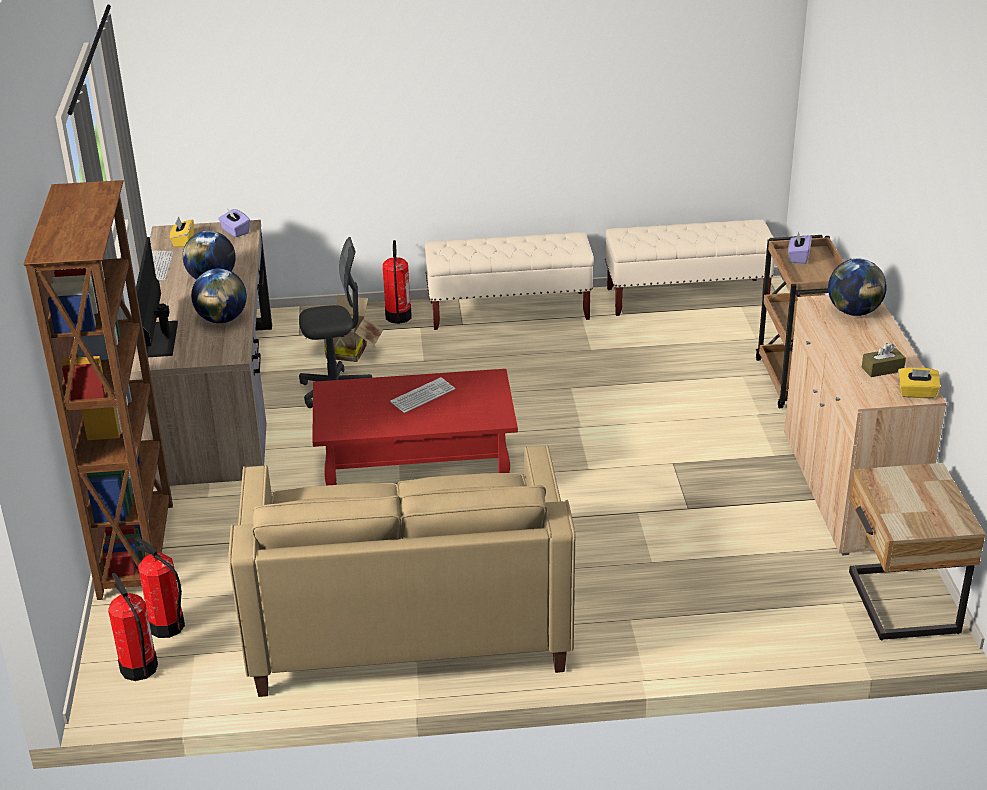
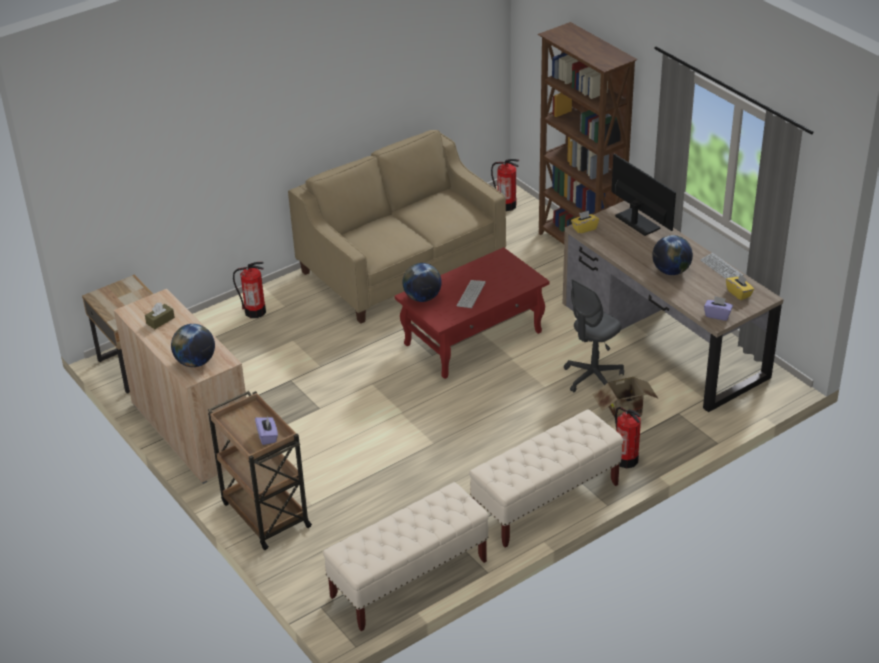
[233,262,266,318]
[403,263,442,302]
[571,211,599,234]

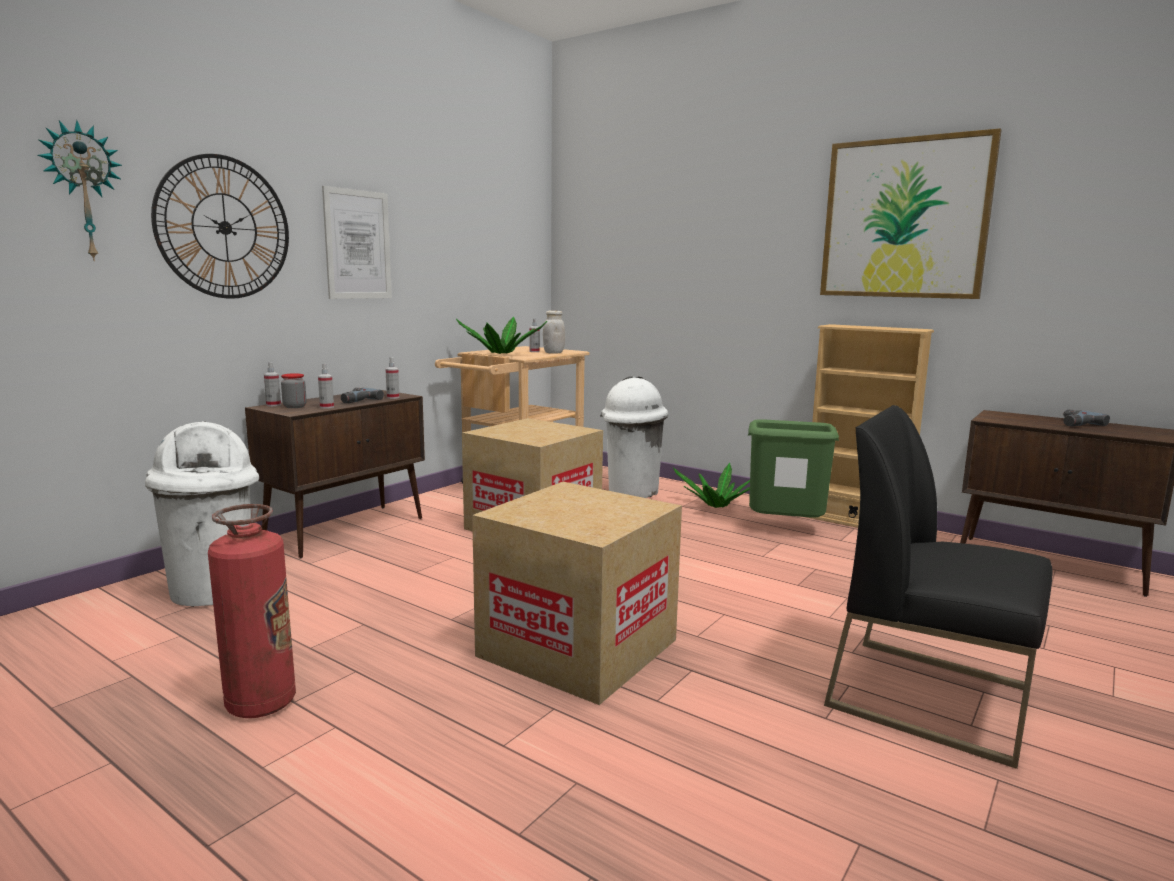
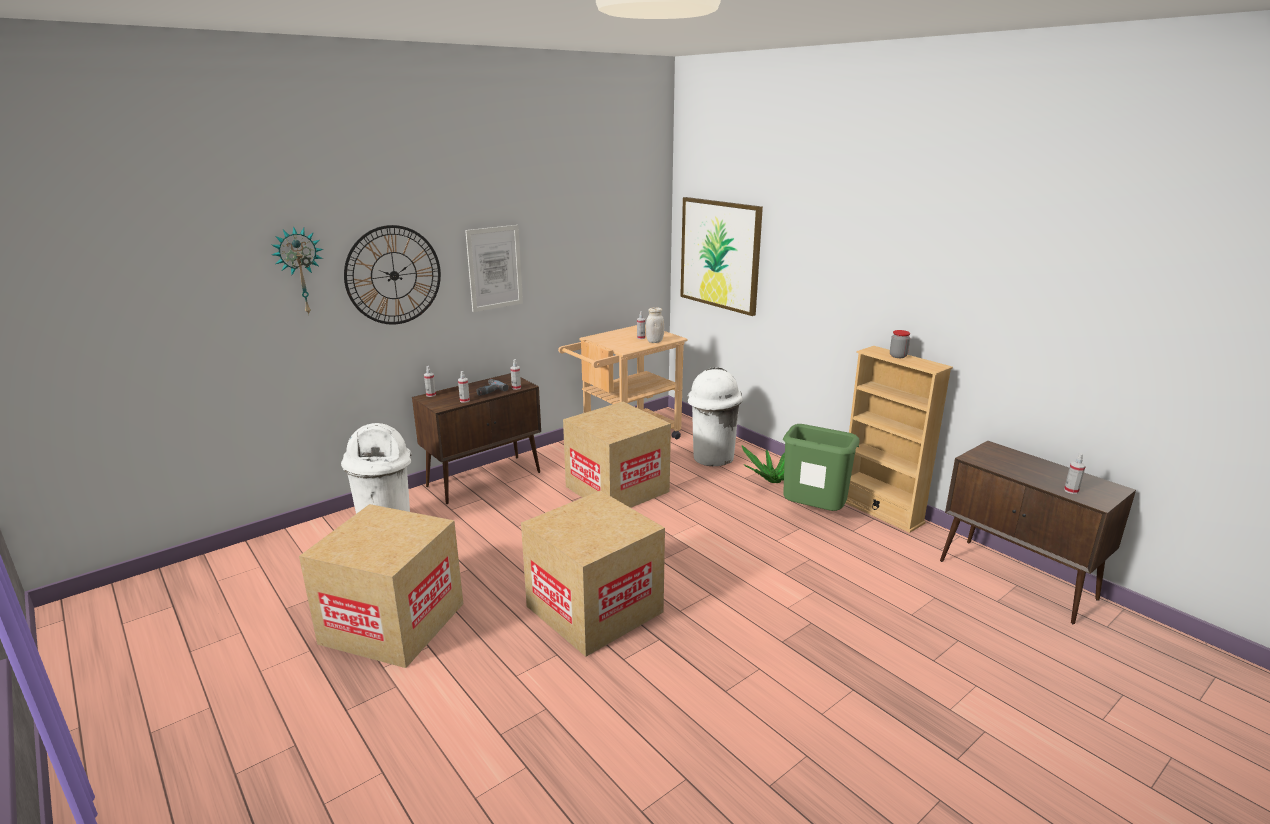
[299,504,463,668]
[890,330,910,358]
[456,317,547,354] (first image)
[680,197,763,316]
[824,405,1053,769] (first image)
[1063,409,1110,427] (first image)
[1064,453,1086,494]

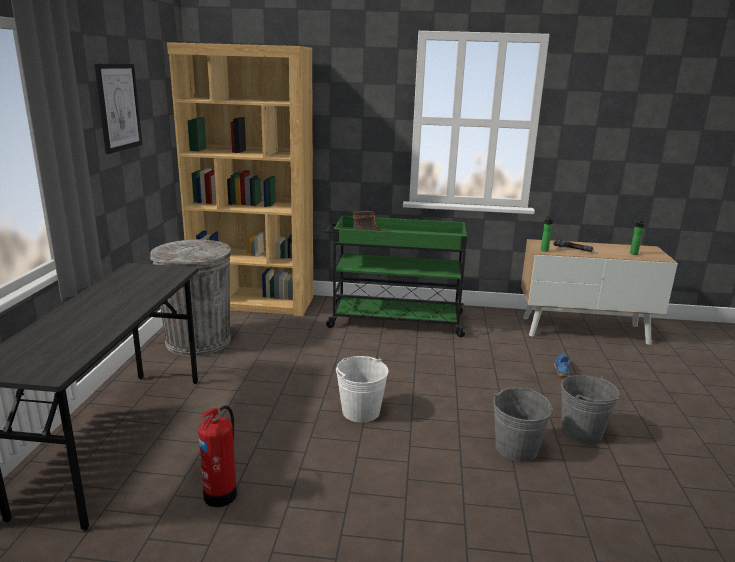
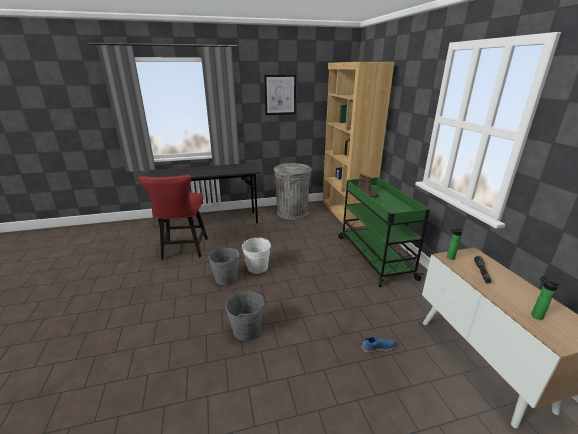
[138,175,208,260]
[208,248,239,285]

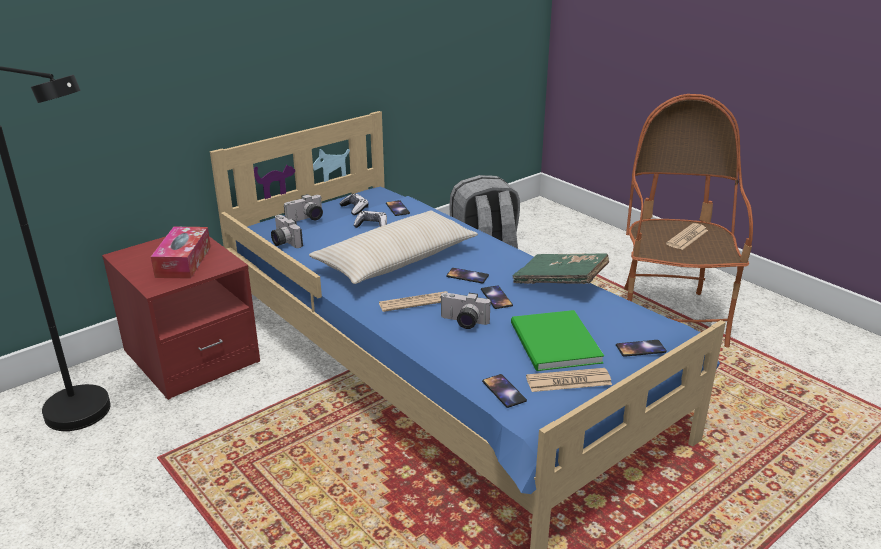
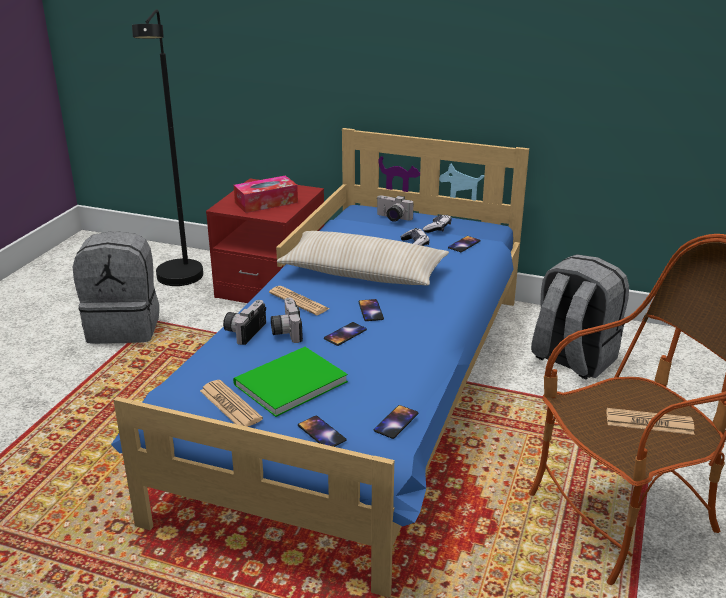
[223,300,266,345]
[374,405,418,439]
[512,253,609,284] (first image)
[73,231,159,344]

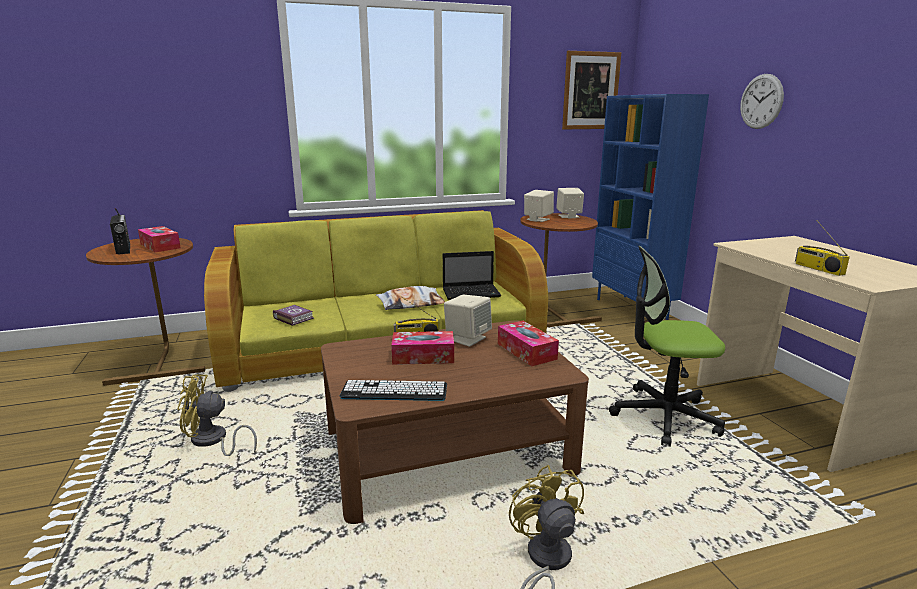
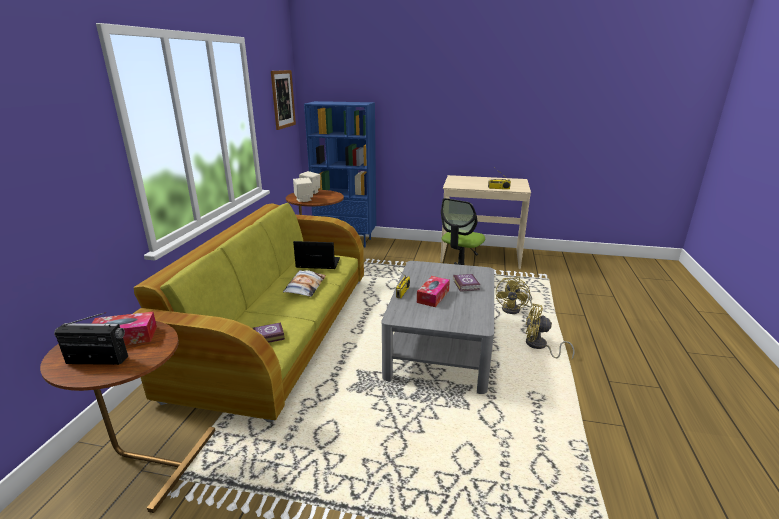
[496,276,532,314]
[381,261,494,394]
[340,380,447,401] (first image)
[293,241,340,269]
[444,295,492,347] (first image)
[498,321,559,366] (first image)
[740,74,784,129] (first image)
[453,274,480,292]

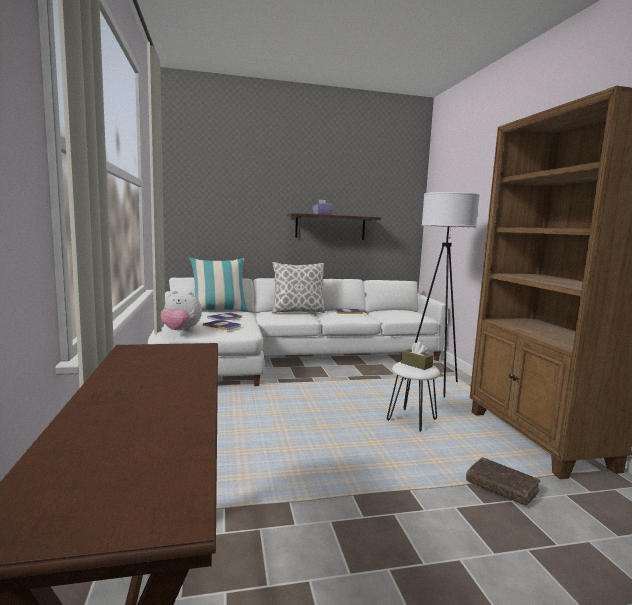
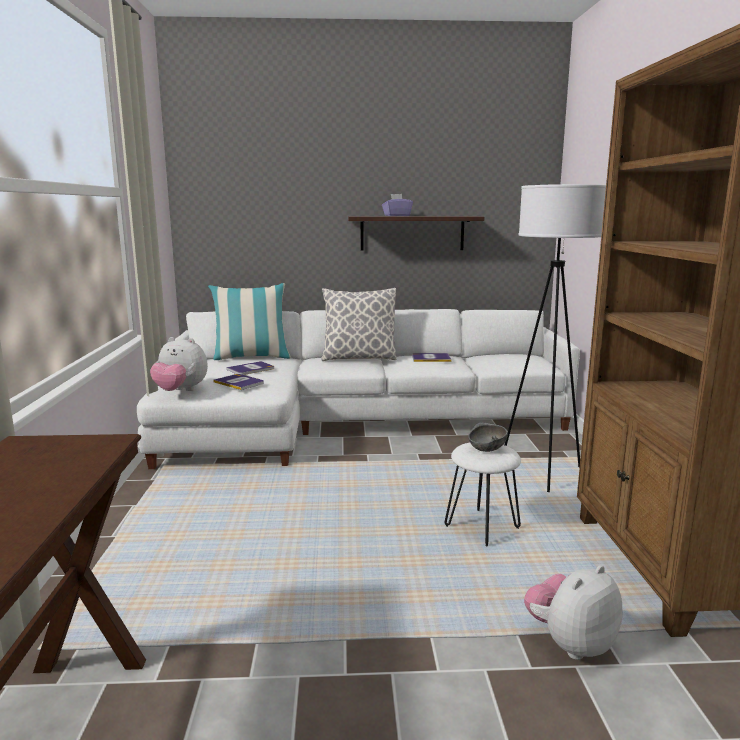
[468,422,508,452]
[524,565,622,660]

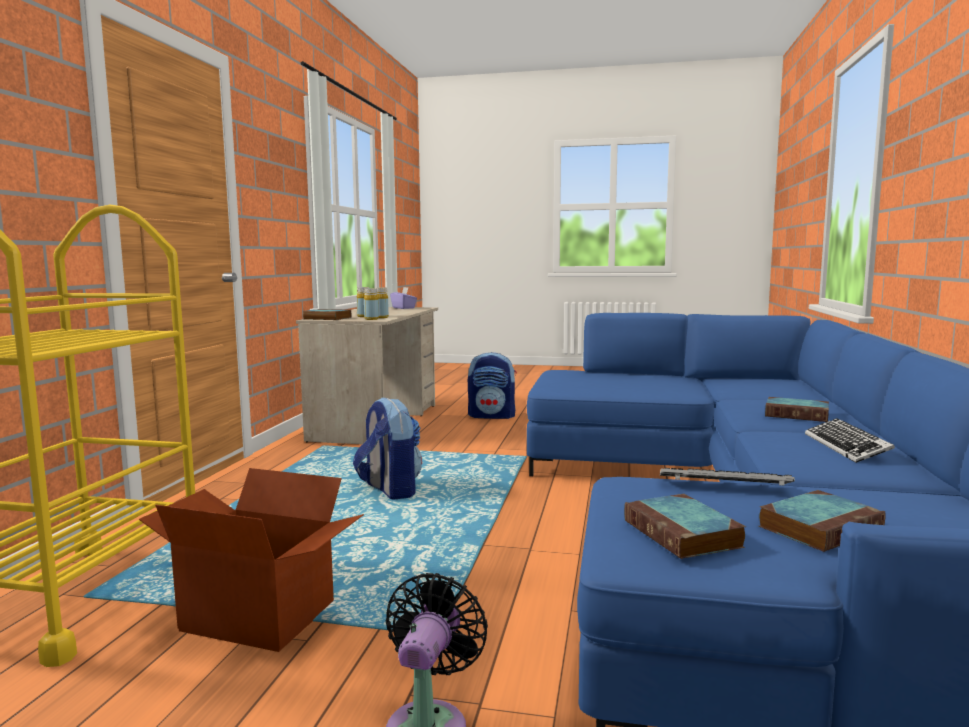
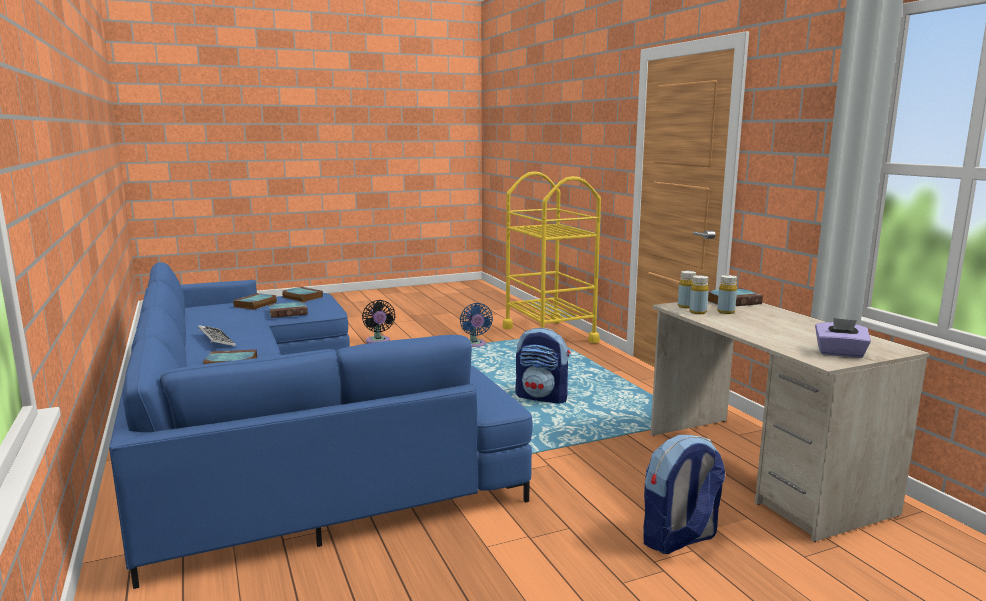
[460,303,493,347]
[269,301,308,318]

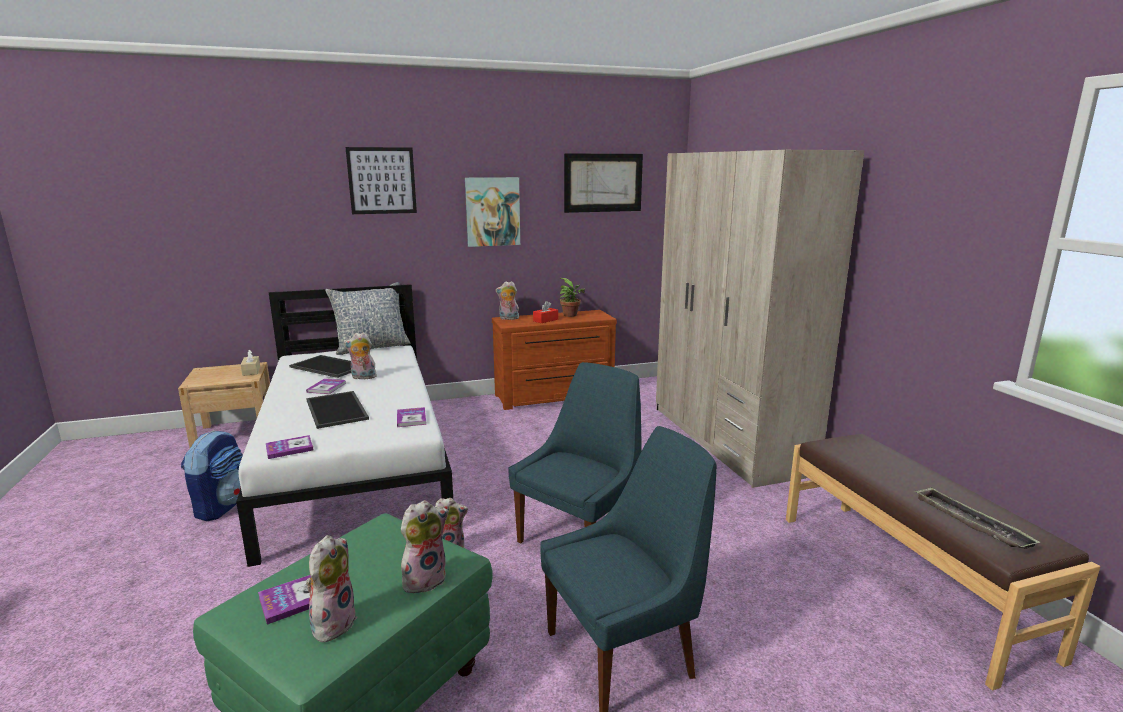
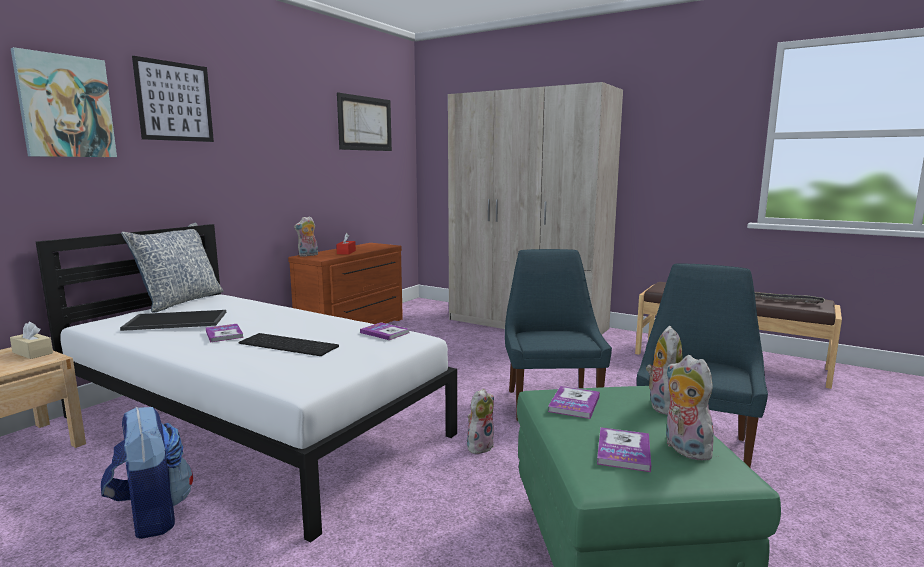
[548,386,600,419]
[239,333,339,356]
[344,332,377,379] (first image)
[11,47,117,157]
[559,278,585,317] (first image)

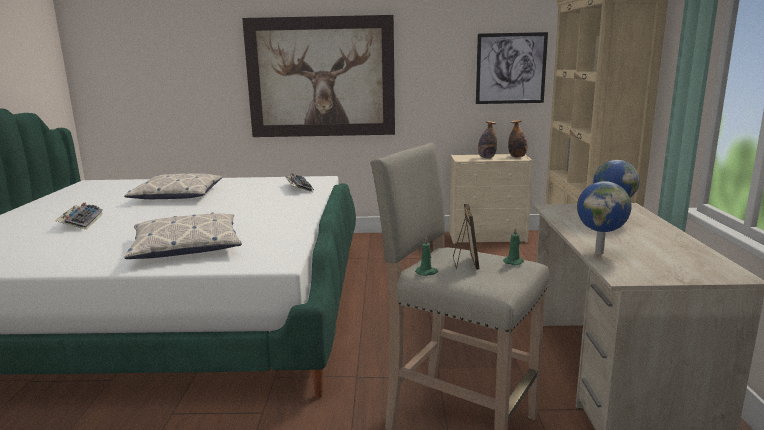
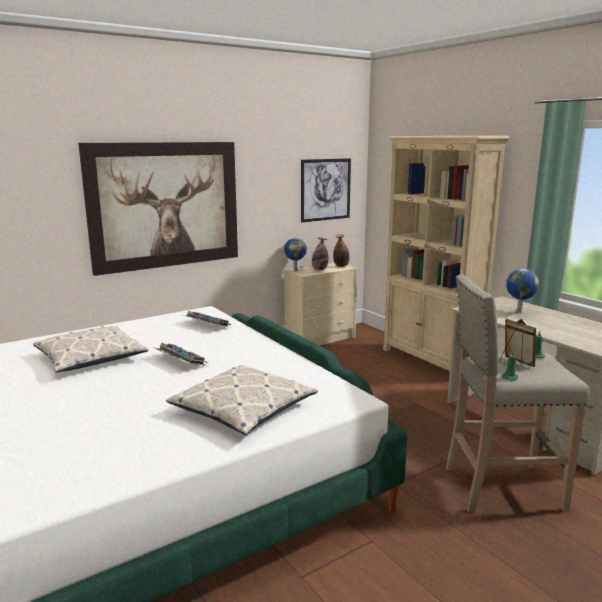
[152,343,209,366]
[284,238,307,271]

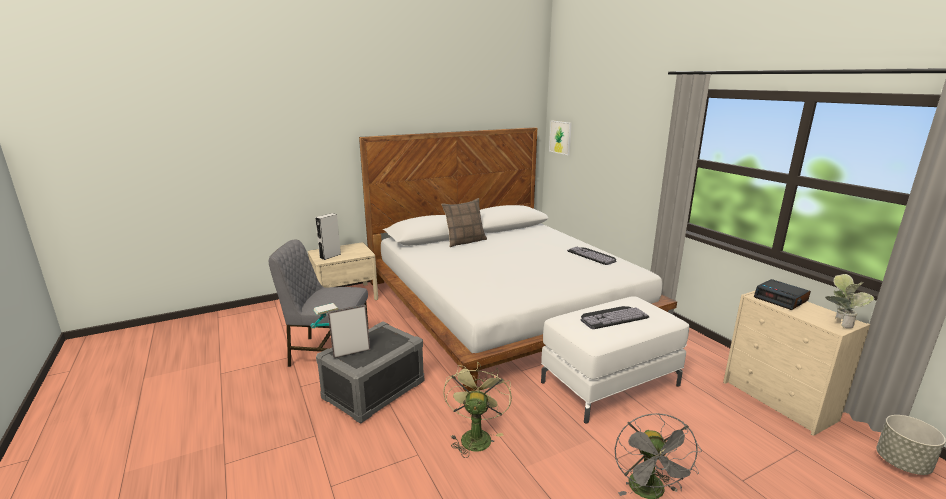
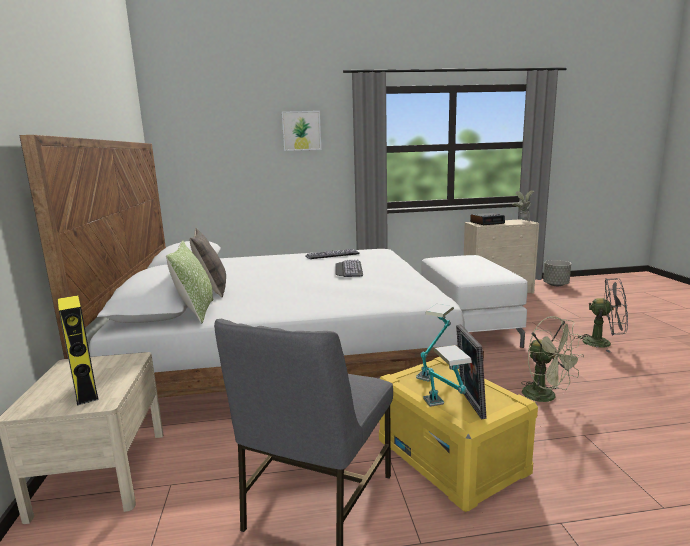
[58,295,99,405]
[379,357,538,512]
[521,316,584,402]
[282,111,321,151]
[335,259,363,277]
[166,241,213,324]
[416,304,454,382]

